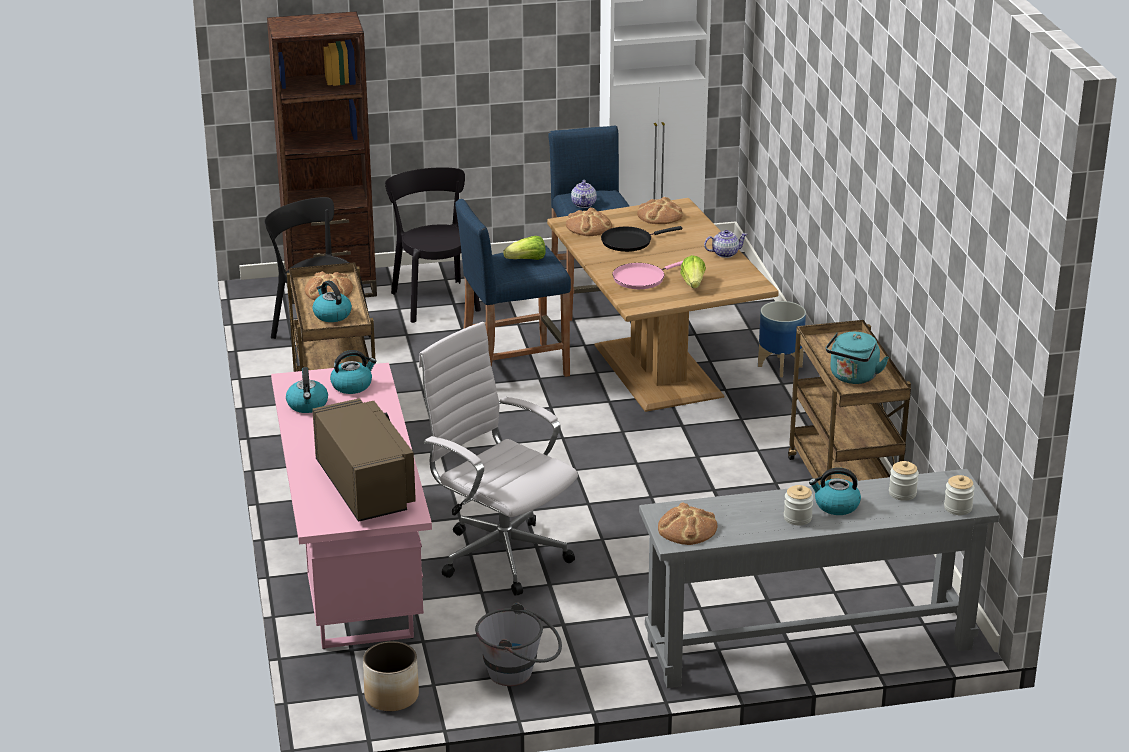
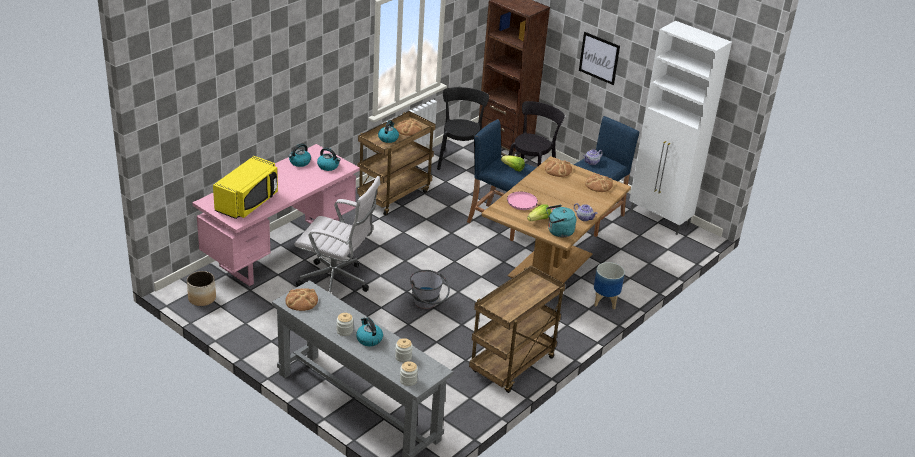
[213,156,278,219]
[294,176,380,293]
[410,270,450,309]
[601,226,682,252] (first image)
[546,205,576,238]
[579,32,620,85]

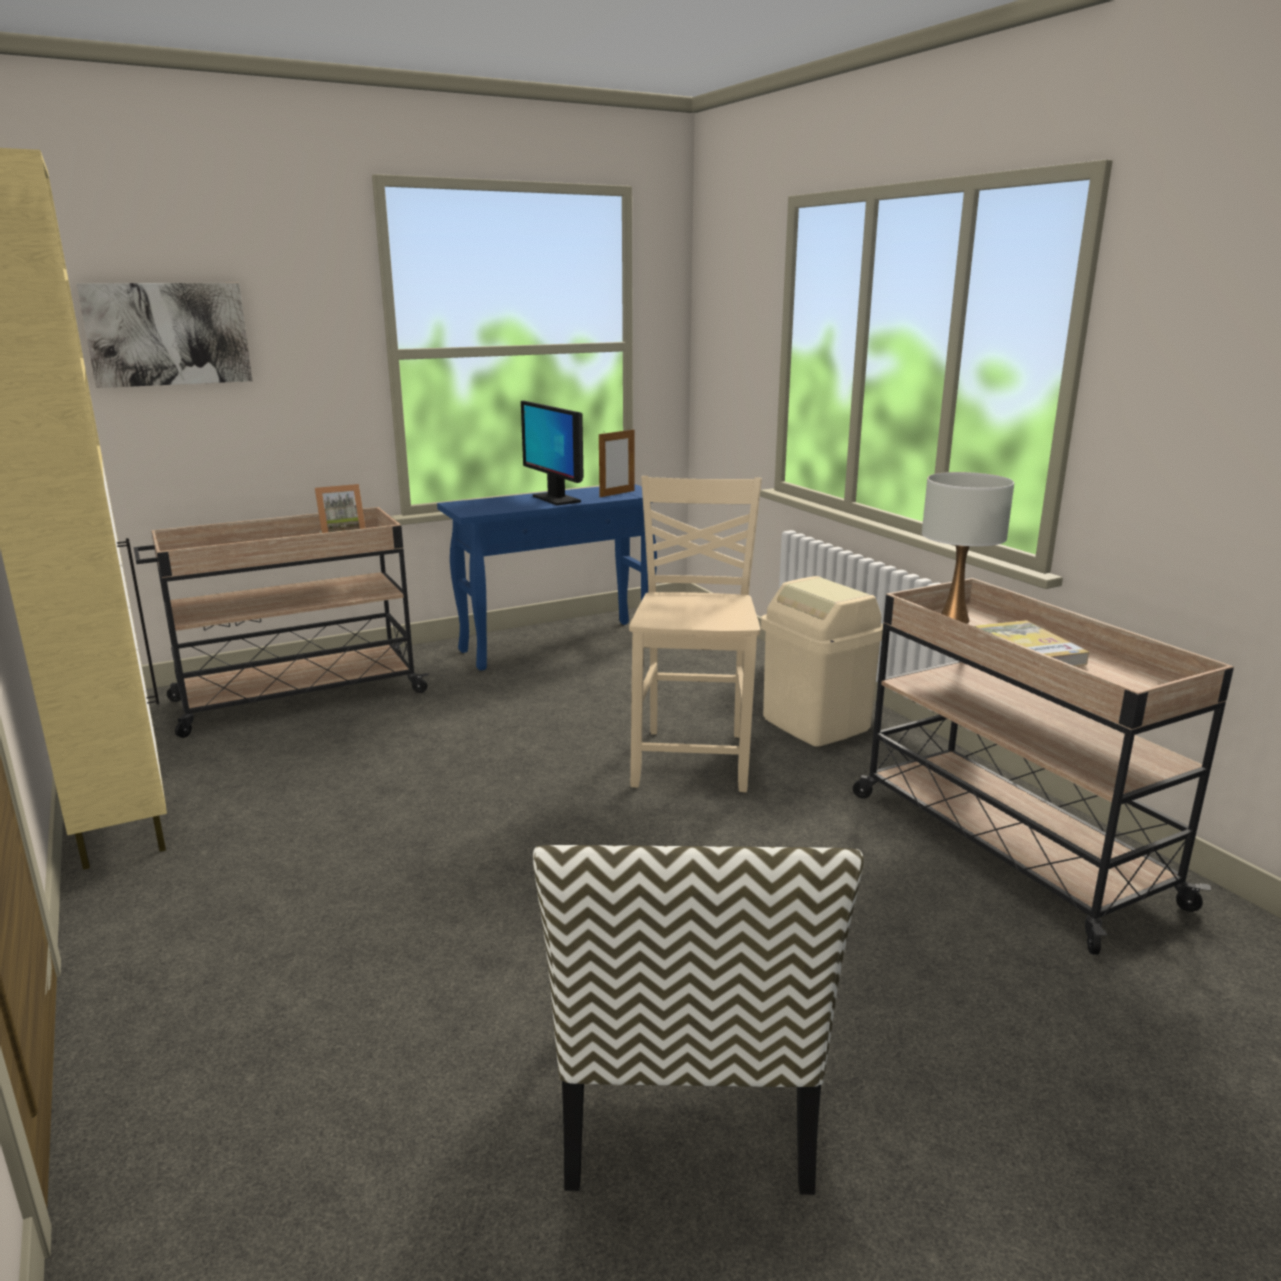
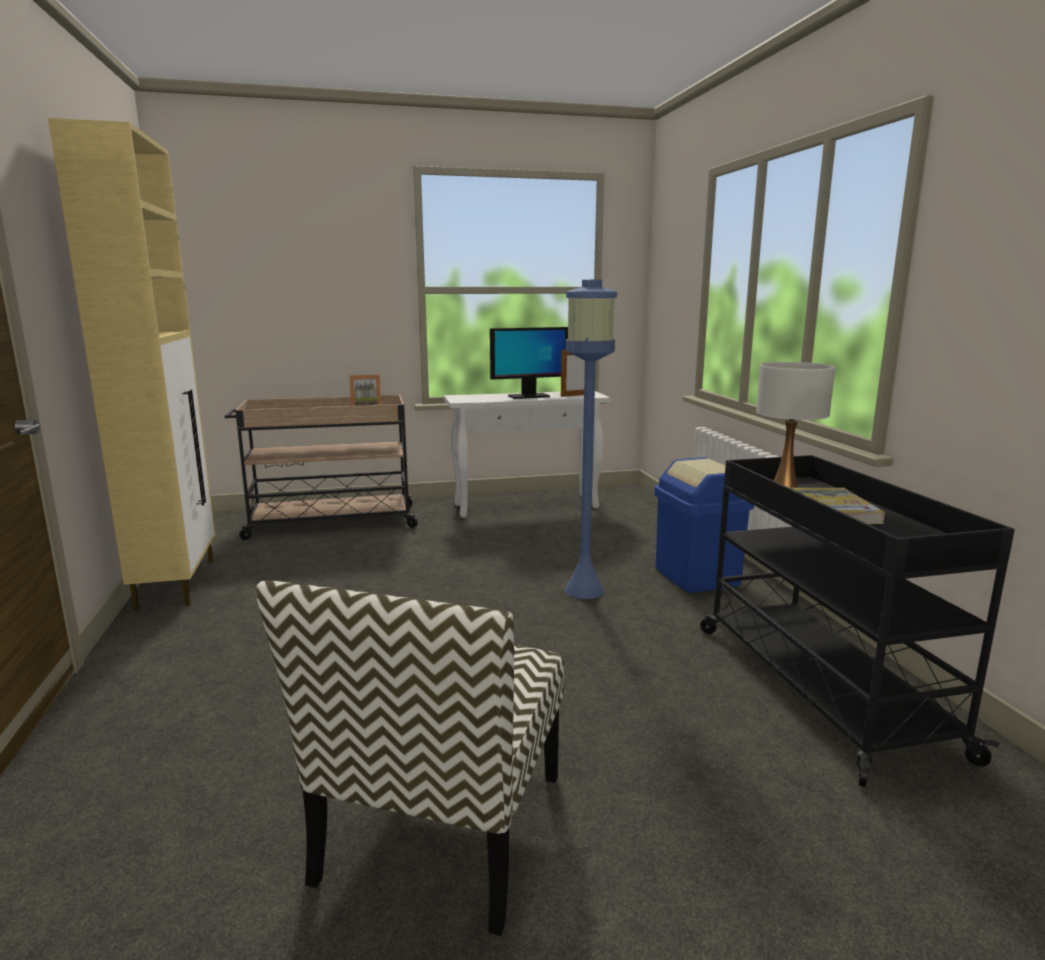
[76,283,253,388] (first image)
[444,391,611,518]
[490,327,568,399]
[564,280,617,599]
[654,457,754,593]
[700,455,1015,787]

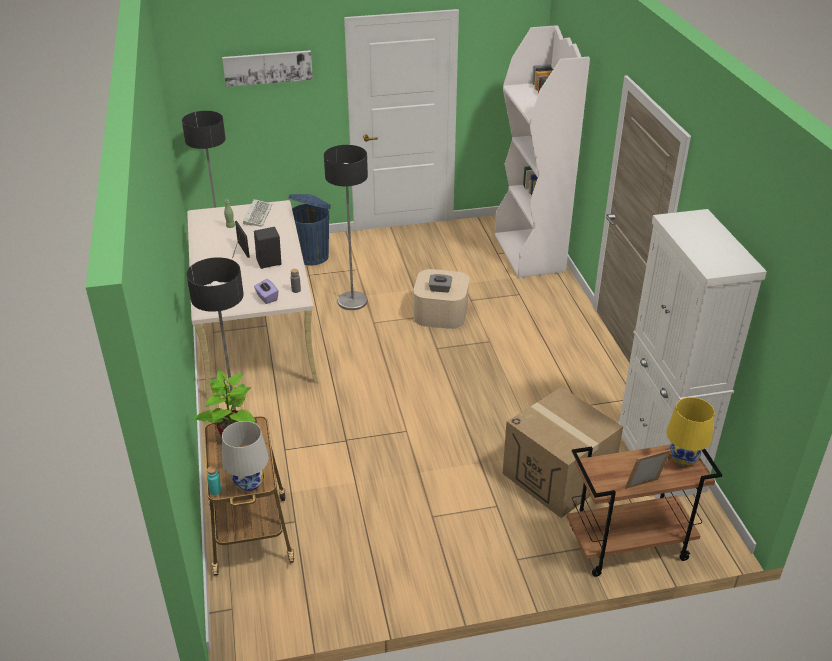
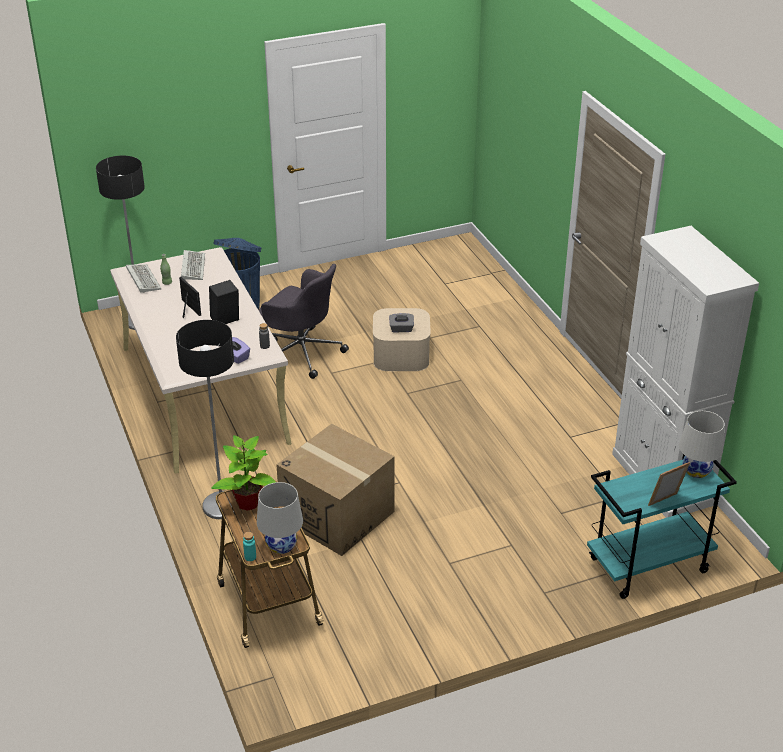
[222,50,313,87] (first image)
[259,264,349,379]
[495,25,590,278] (first image)
[276,424,394,556]
[587,454,737,599]
[679,411,725,478]
[126,264,161,293]

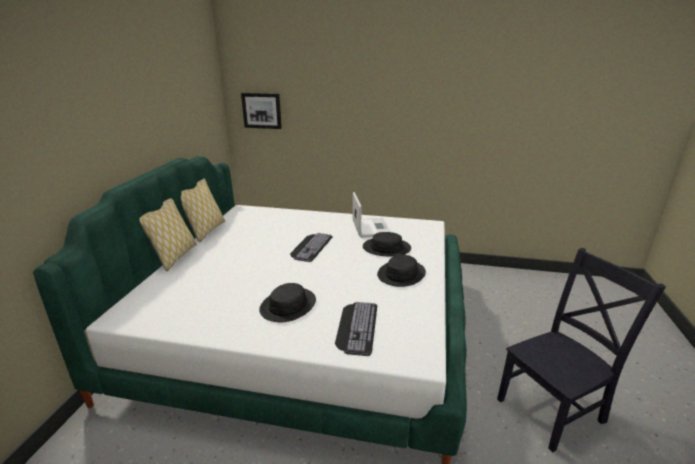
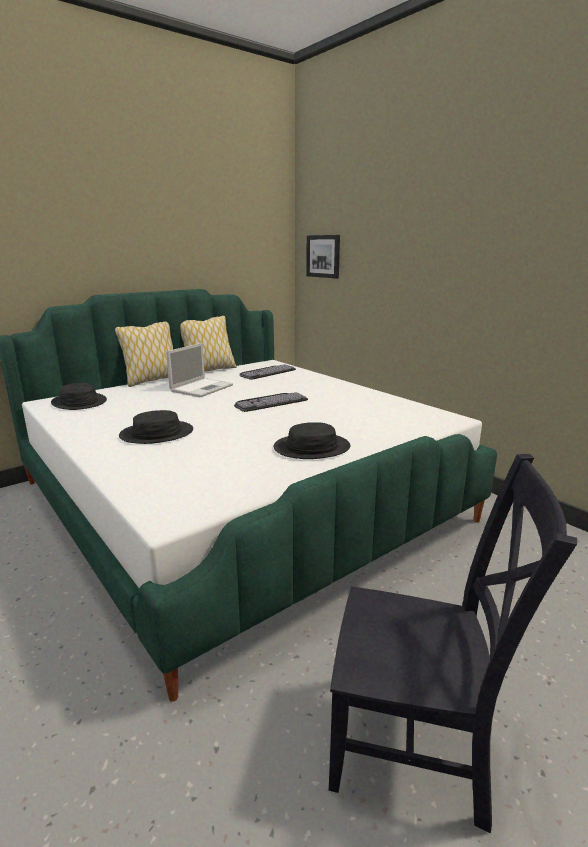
[240,364,296,380]
[166,343,233,397]
[51,383,107,410]

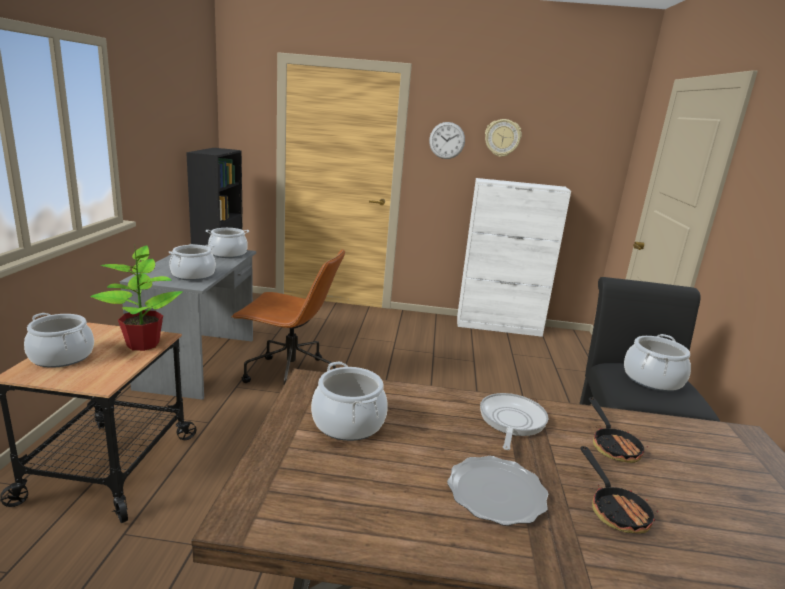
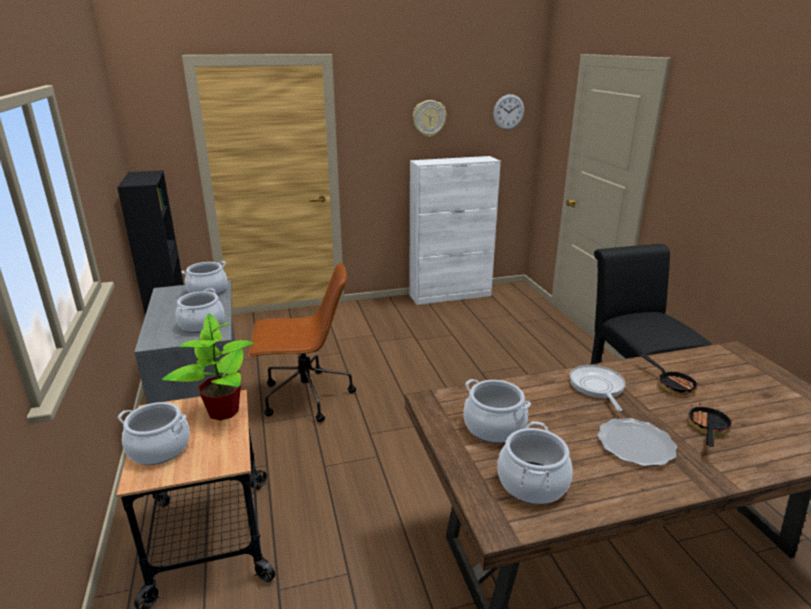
[493,94,524,130]
[687,403,734,447]
[497,421,573,504]

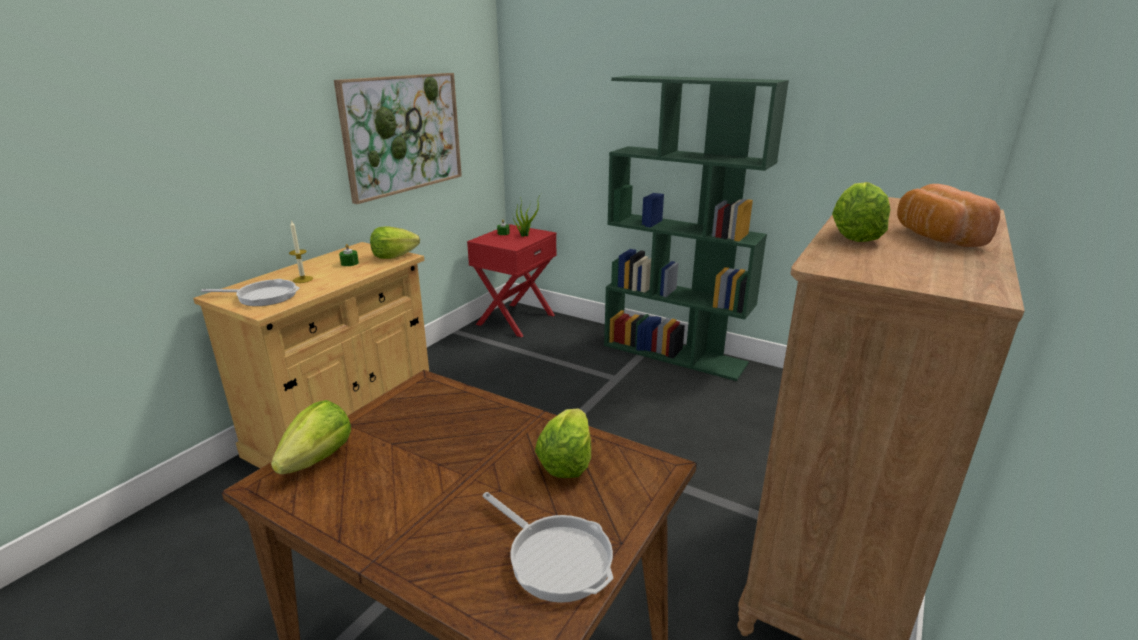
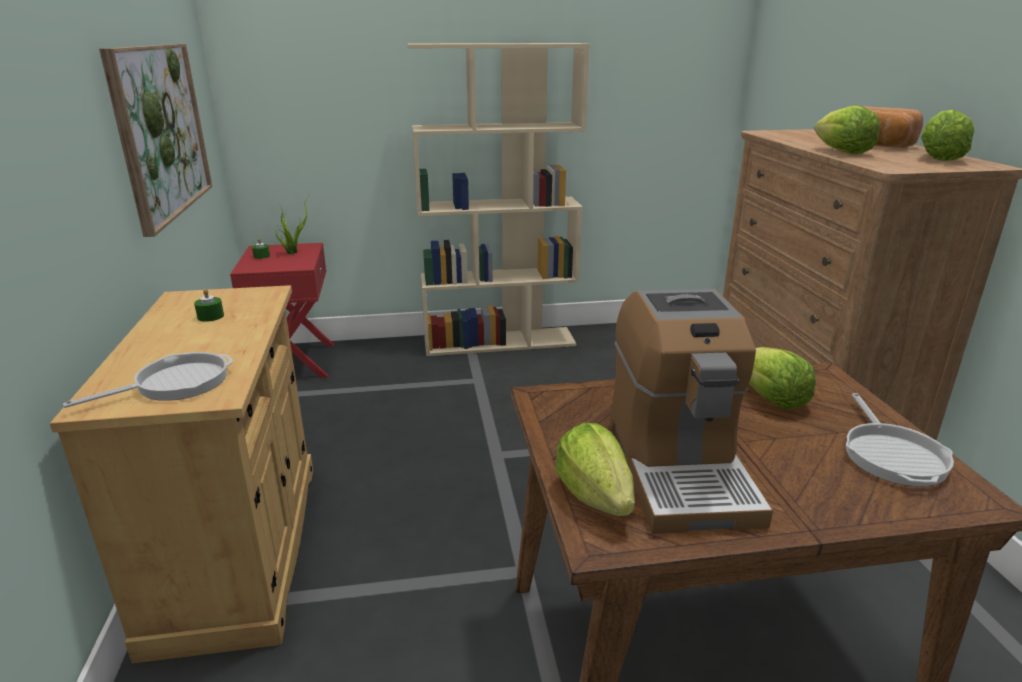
[289,220,313,283] (first image)
[921,109,974,161]
[846,393,954,487]
[407,43,590,356]
[610,289,773,534]

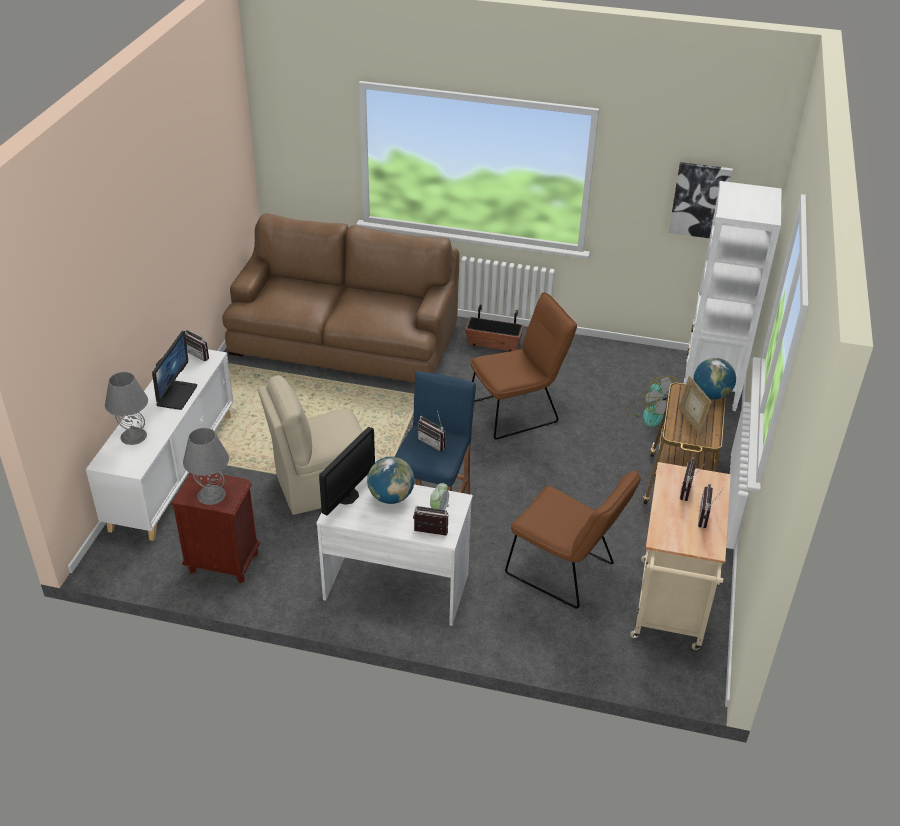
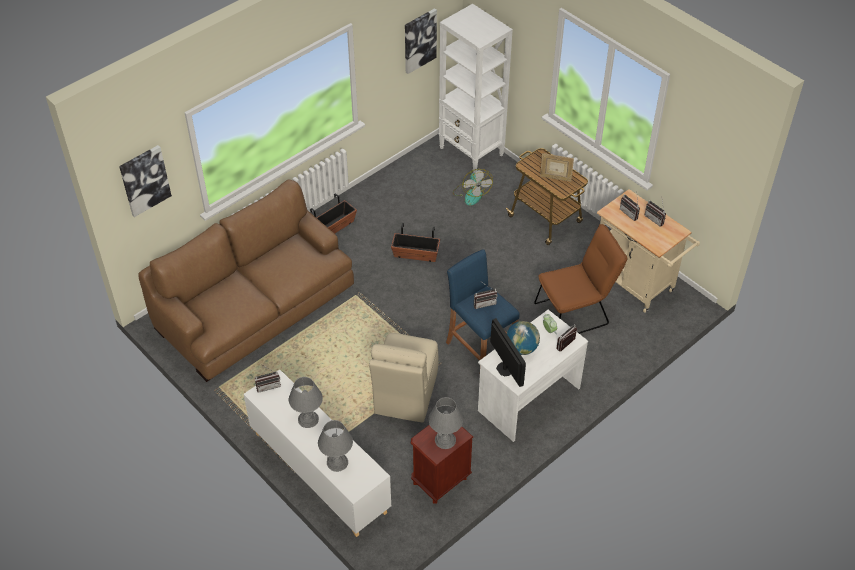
[289,377,323,428]
[391,223,440,262]
[453,169,493,206]
[694,358,736,399] (first image)
[119,145,172,217]

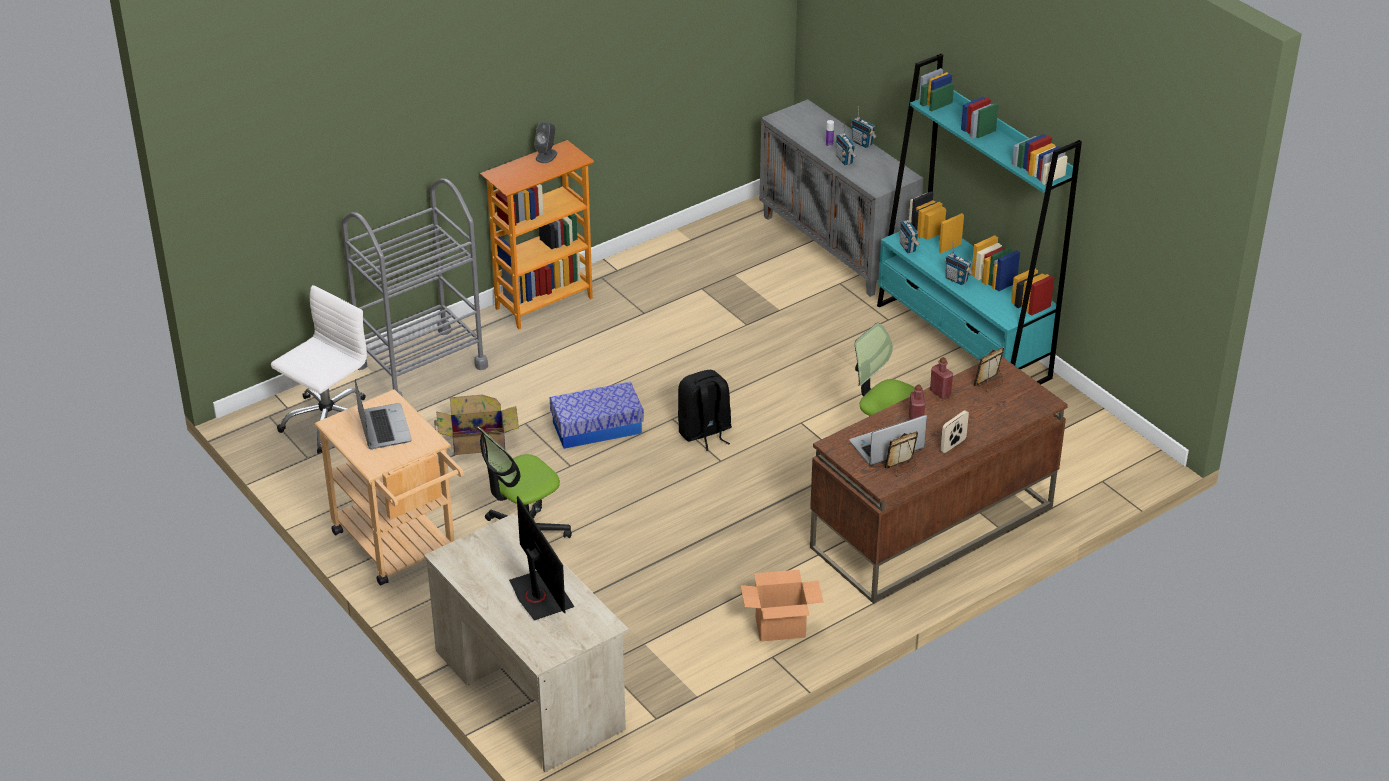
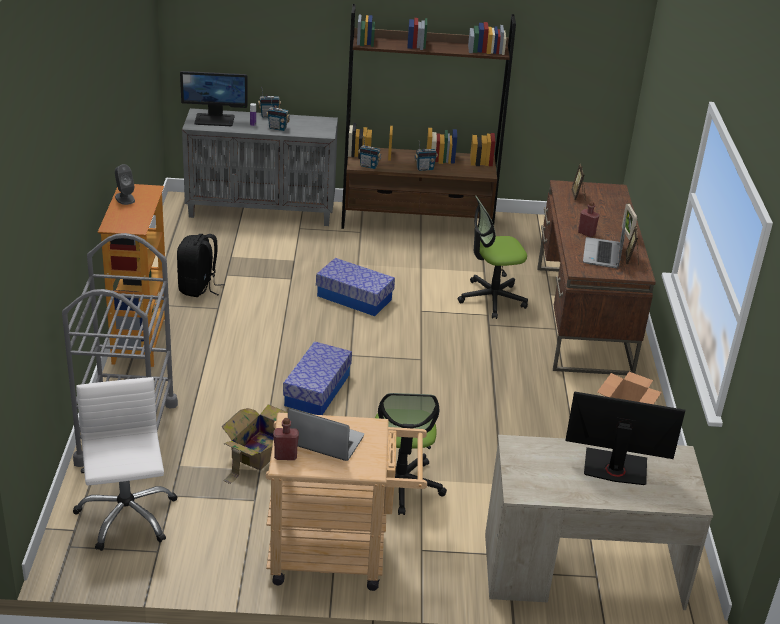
[177,234,225,297]
[341,4,516,229]
[273,418,299,460]
[180,71,247,126]
[316,258,395,316]

